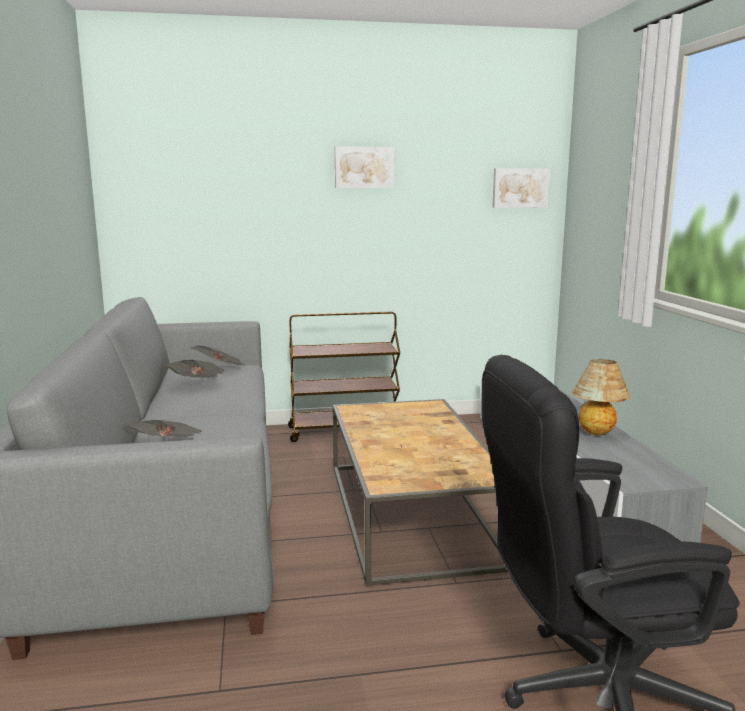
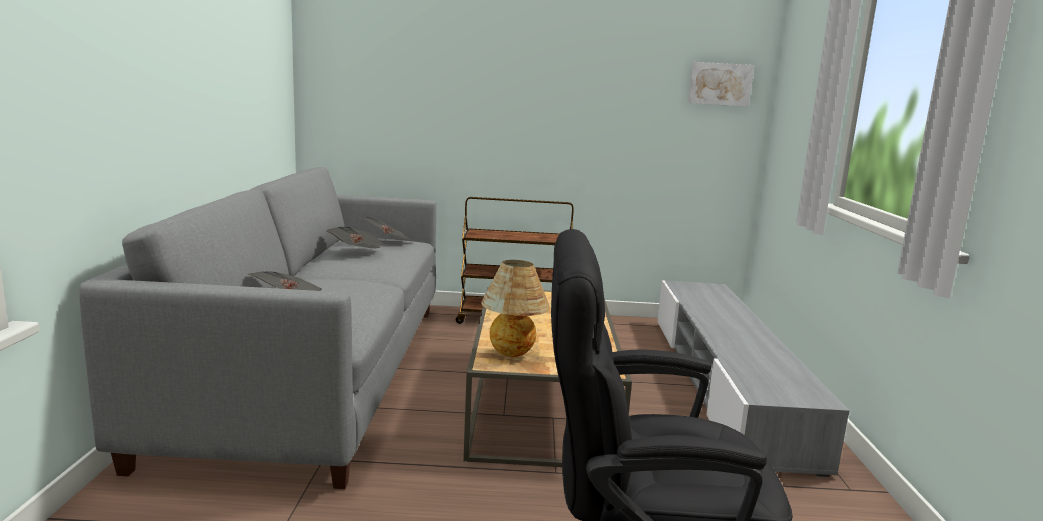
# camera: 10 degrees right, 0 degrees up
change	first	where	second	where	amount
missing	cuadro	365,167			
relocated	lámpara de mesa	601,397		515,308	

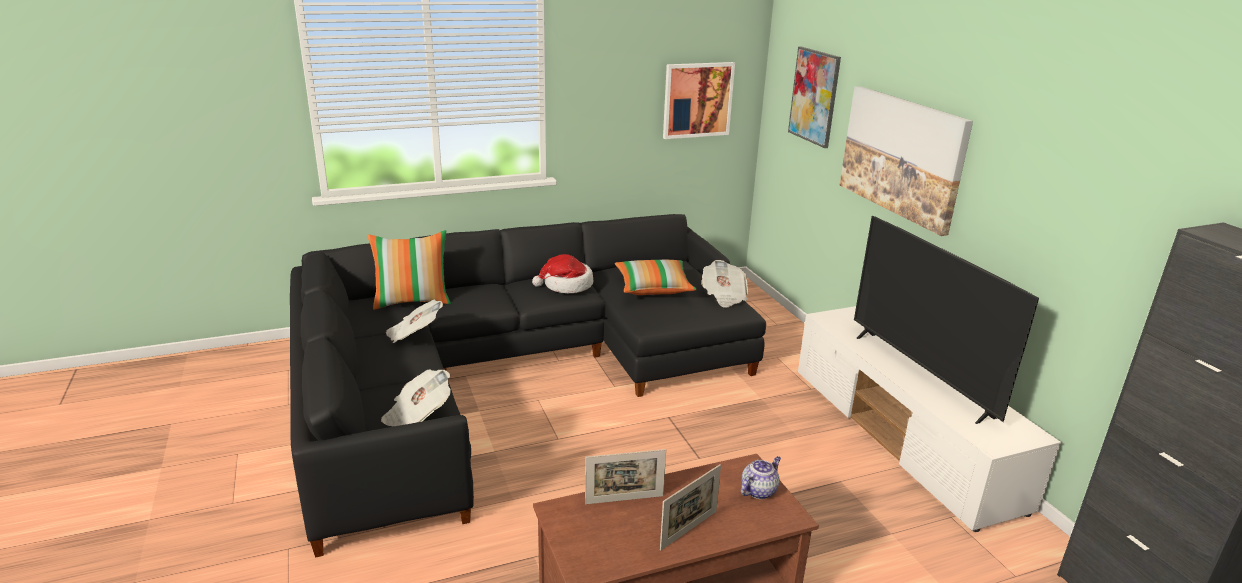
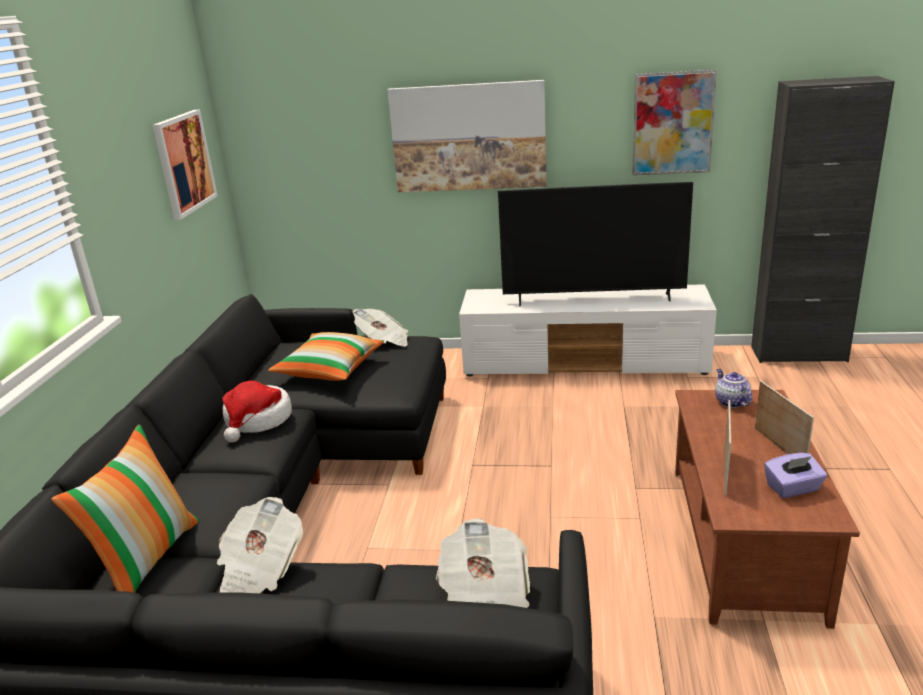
# camera: 60 degrees left, 0 degrees up
change	first	where	second	where	amount
relocated	cuadro	814,97		674,122	
appeared			caja de pañuelos (morado)	795,475	

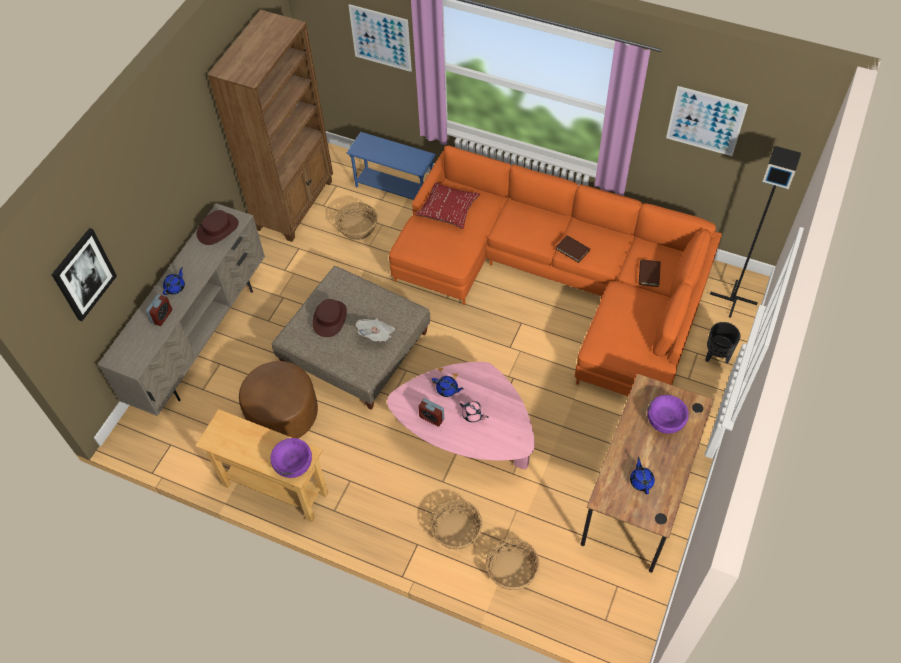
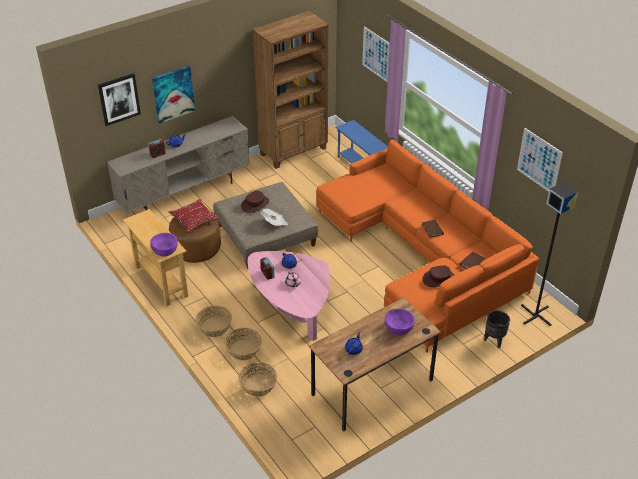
# camera: 30 degrees right, 15 degrees down
change	first	where	second	where	amount
relocated	sombrero (marrón)	217,227		439,276	
relocated	cesta	356,221		214,321	
relocated	cojín (rojo)	447,205		194,215	
appeared			cuadro	173,95	

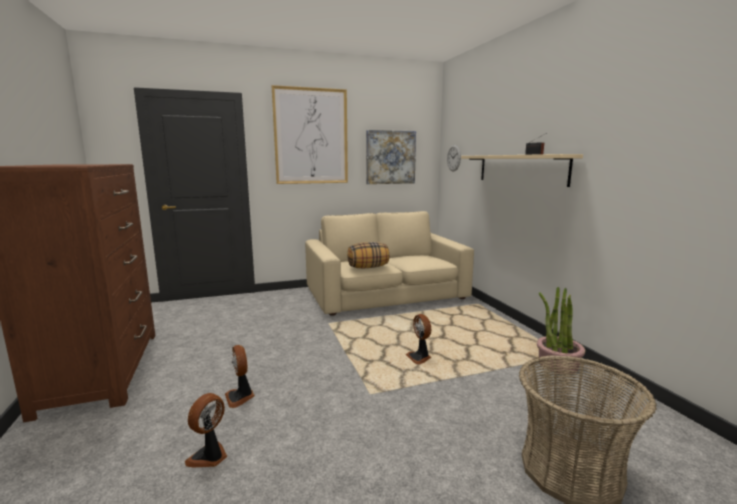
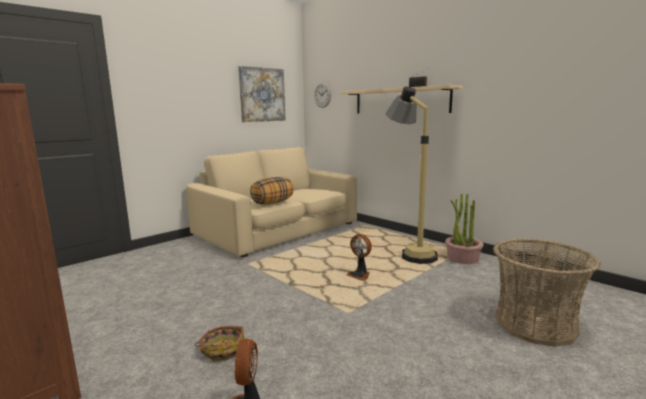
# camera: 25 degrees left, 0 degrees up
change	first	where	second	where	amount
exchanged	ventilador	240,376	cesta	219,343	
missing	cuadro	310,134			
appeared			lámpara de pie	412,175	

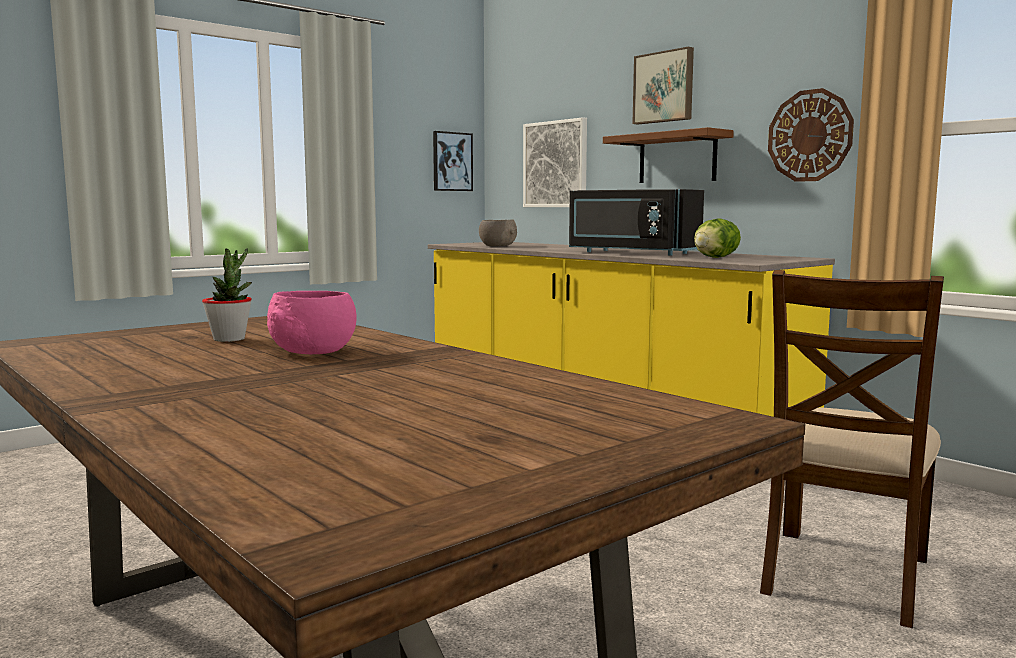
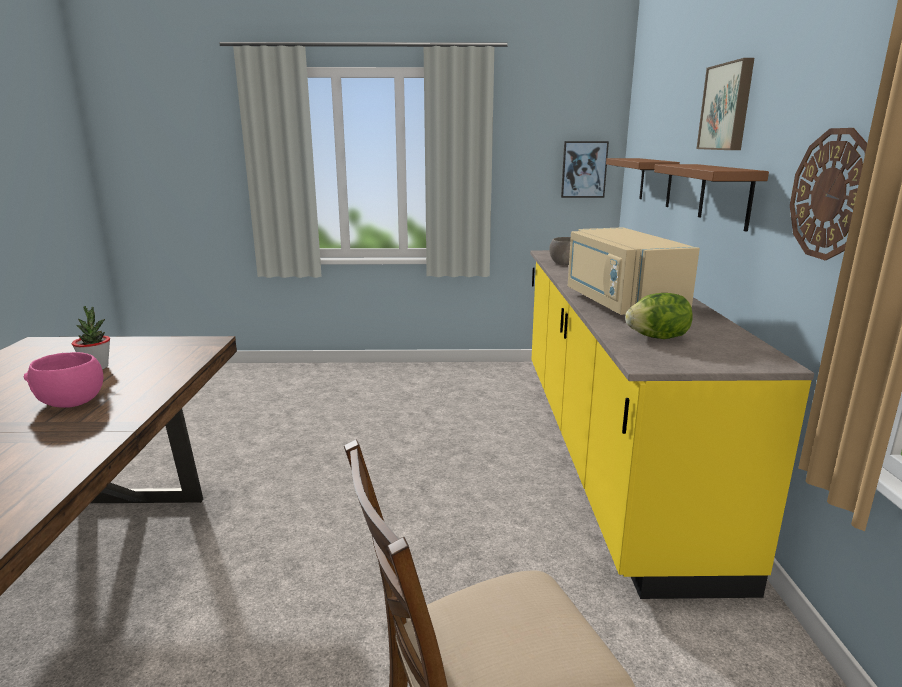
# camera: 40 degrees right, 10 degrees up
change	first	where	second	where	amount
exchanged	cuadro	555,162	estante (marrón)	643,182	
colour	microondas (negro)	636,222	microondas (beis)	634,271	

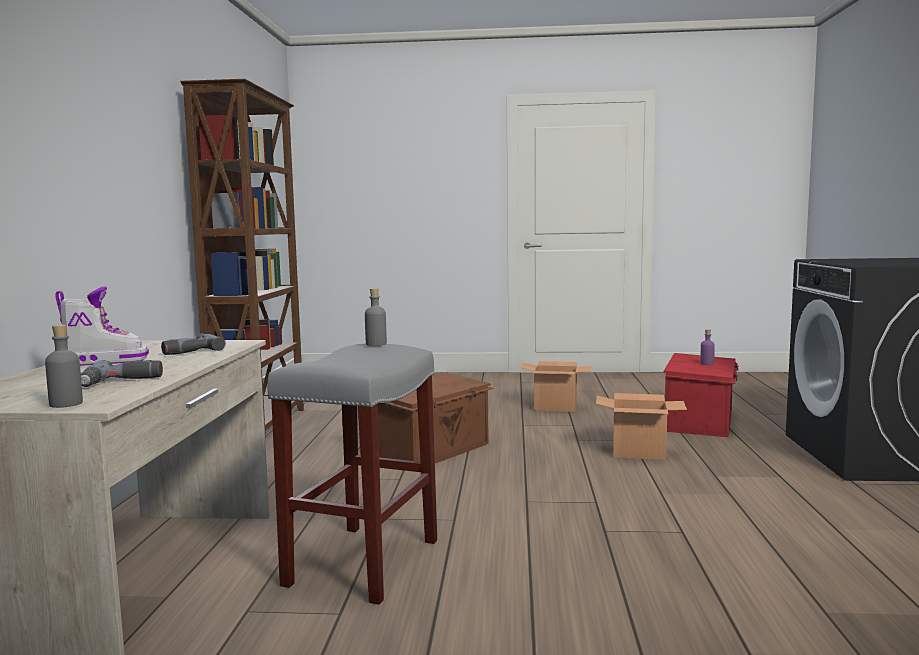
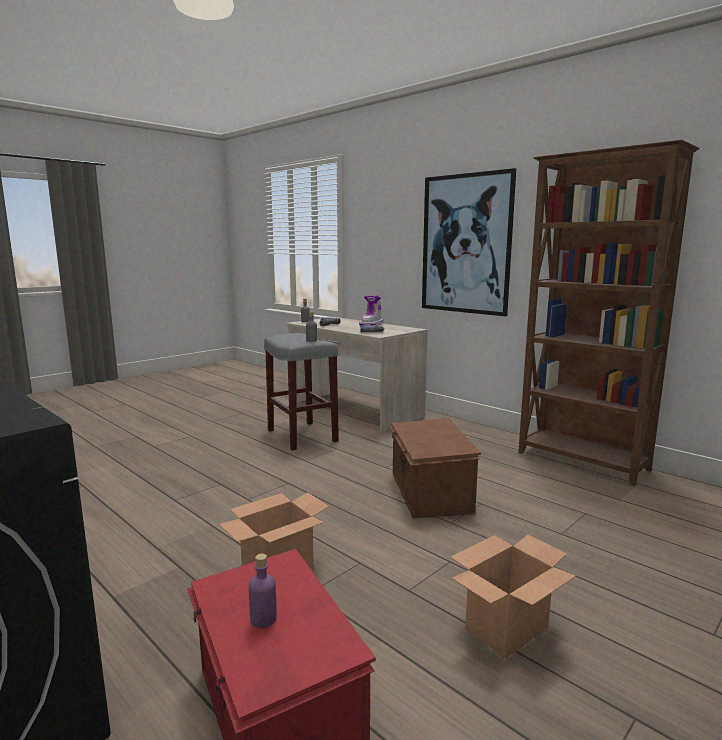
# camera: 130 degrees right, 5 degrees up
change	first	where	second	where	amount
appeared			cuadro	469,242	

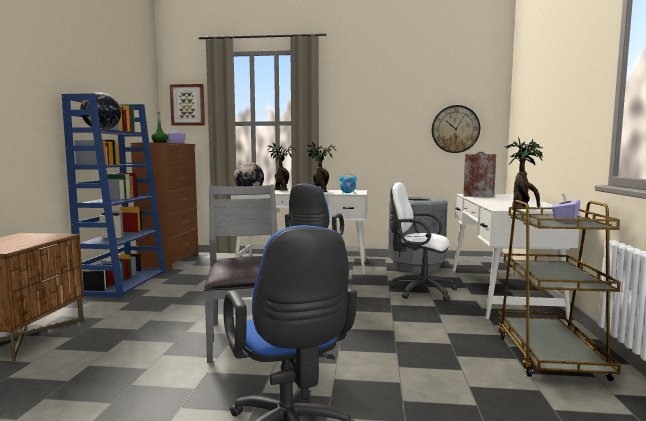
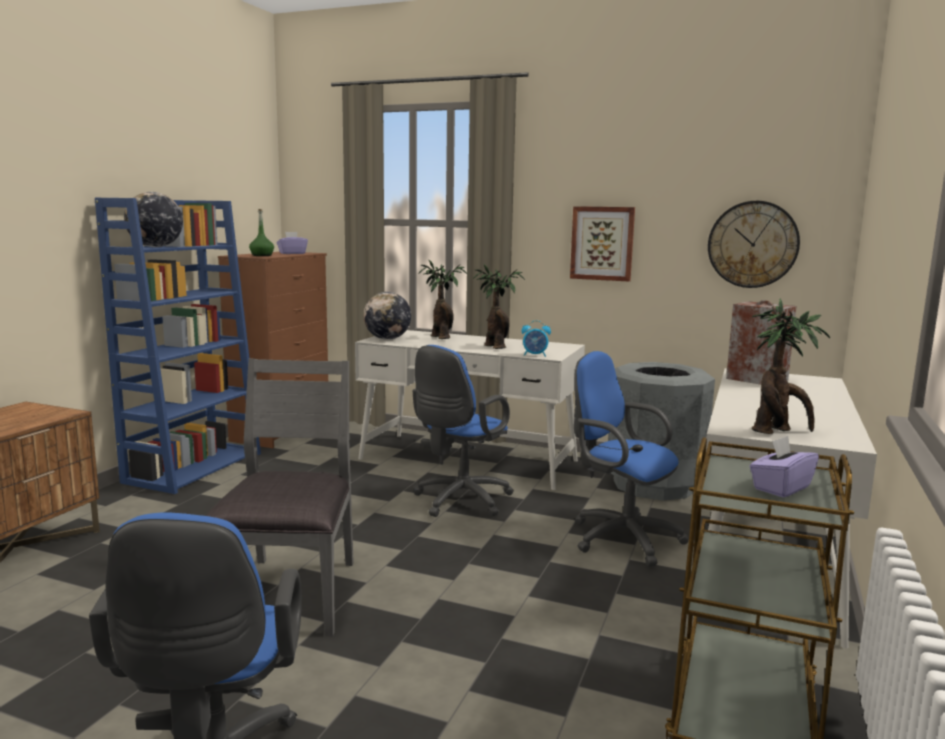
# camera: 15 degrees right, 5 degrees up
change	first	where	second	where	amount
relocated	cuadro	187,105		602,244	
colour	silla de oficina (blanco)	423,241	silla de oficina (azul)	631,459	

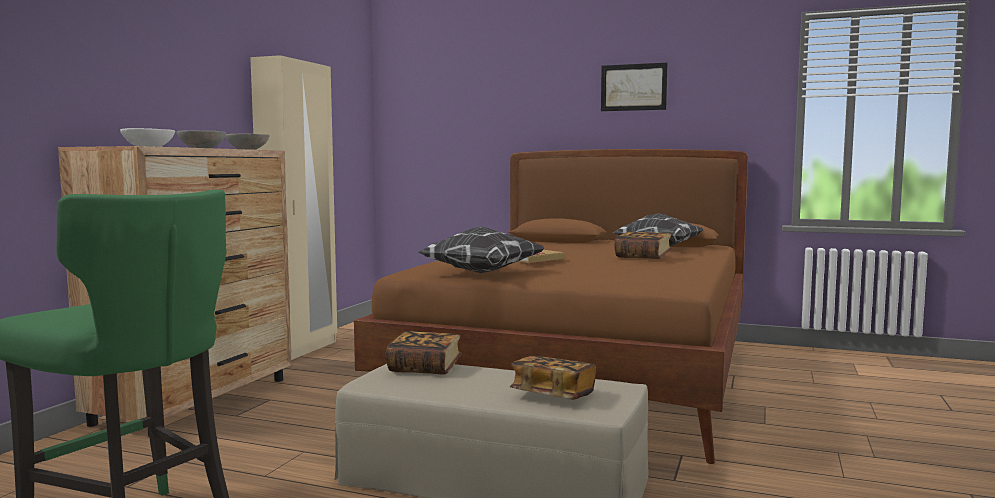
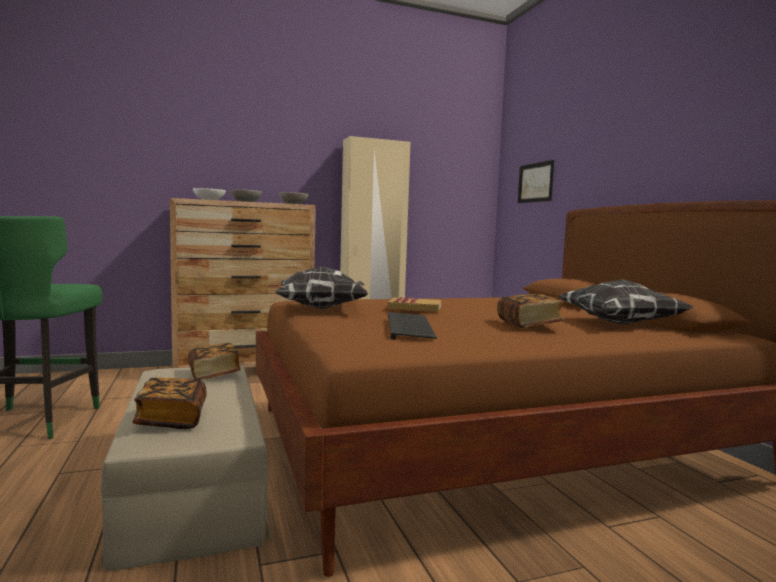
# camera: 50 degrees right, 0 degrees up
change	first	where	second	where	amount
relocated	cuadro	634,87		536,181	
appeared			teclado	412,326	

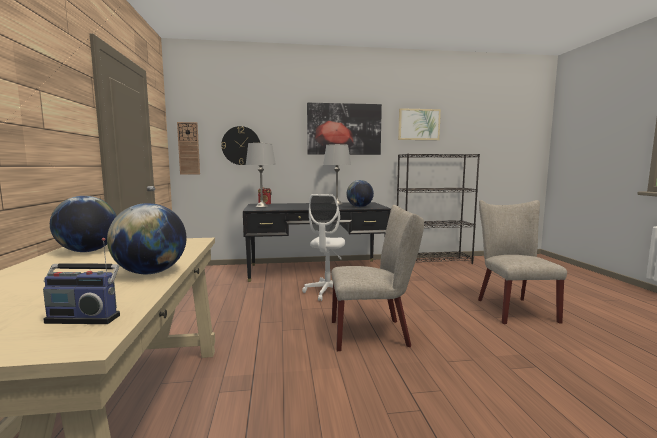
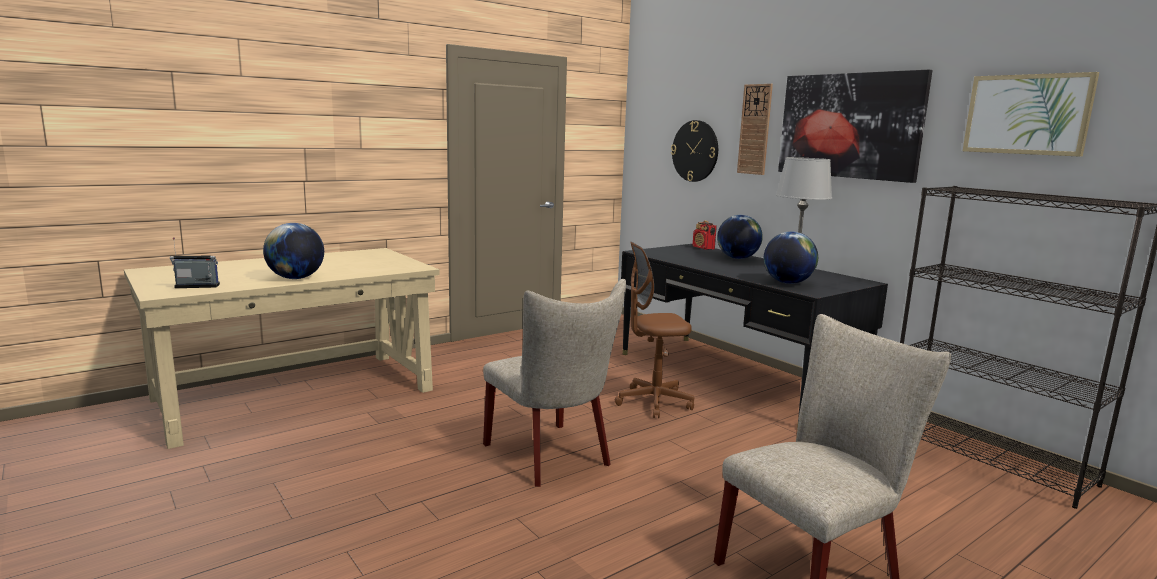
# camera: 60 degrees right, 5 degrees up
change	first	where	second	where	amount
spun	radio	81,281		195,262	105 degrees clockwise
relocated	globo terráqueo	83,224		740,237	
relocated	reloj de pared	188,148		755,129	
missing	lámpara de mesa (gris)	261,175			
colour	silla de oficina (blanco)	323,247	silla de oficina (marrón)	654,330	

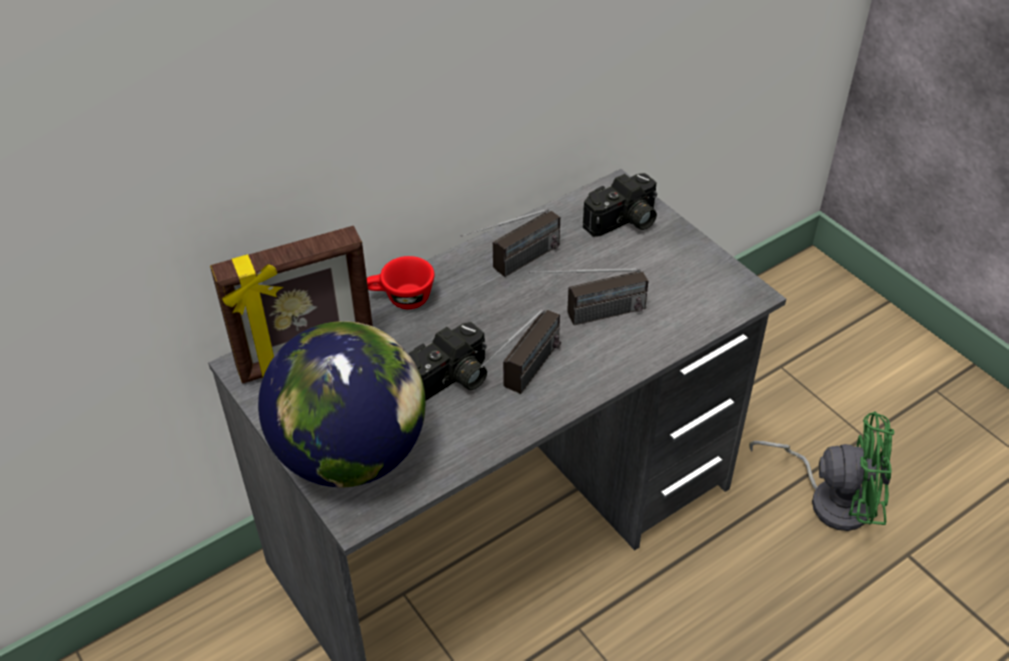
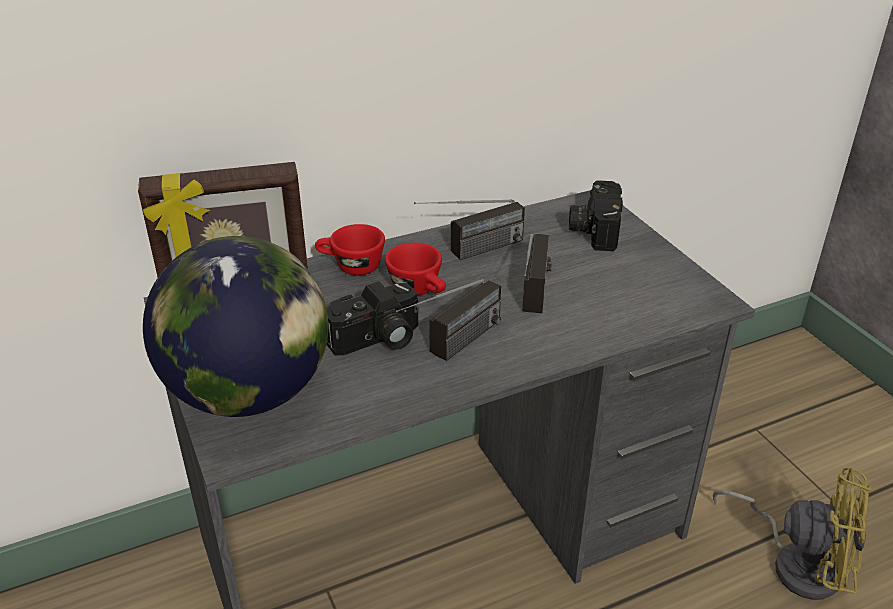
# camera: 10 degrees right, 10 degrees down
change	first	where	second	where	amount
spun	radio	588,296		537,273	75 degrees counterclockwise
spun	cámara	620,205		596,215	120 degrees clockwise
colour	ventilador (verde)	821,471	ventilador (amarillo)	792,534	
appeared			taza (rojo)	415,269	

